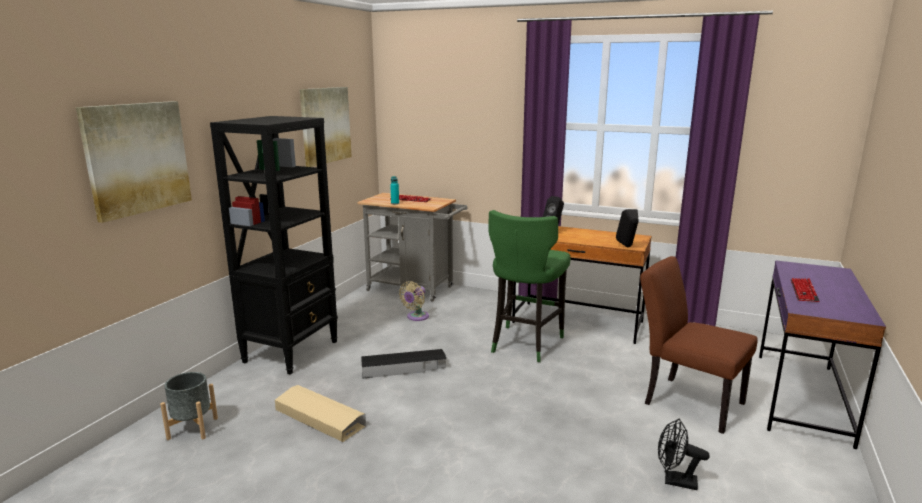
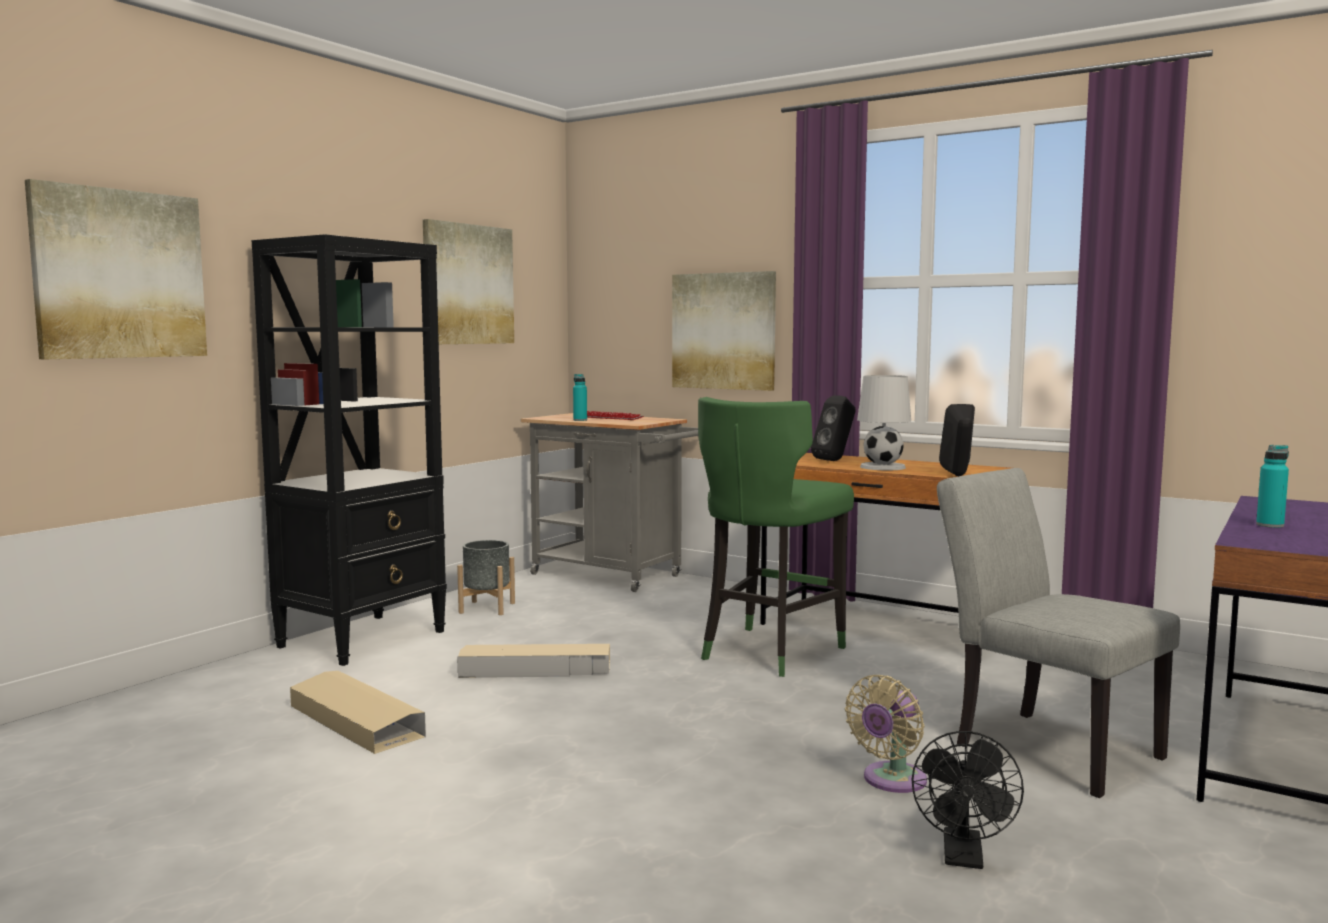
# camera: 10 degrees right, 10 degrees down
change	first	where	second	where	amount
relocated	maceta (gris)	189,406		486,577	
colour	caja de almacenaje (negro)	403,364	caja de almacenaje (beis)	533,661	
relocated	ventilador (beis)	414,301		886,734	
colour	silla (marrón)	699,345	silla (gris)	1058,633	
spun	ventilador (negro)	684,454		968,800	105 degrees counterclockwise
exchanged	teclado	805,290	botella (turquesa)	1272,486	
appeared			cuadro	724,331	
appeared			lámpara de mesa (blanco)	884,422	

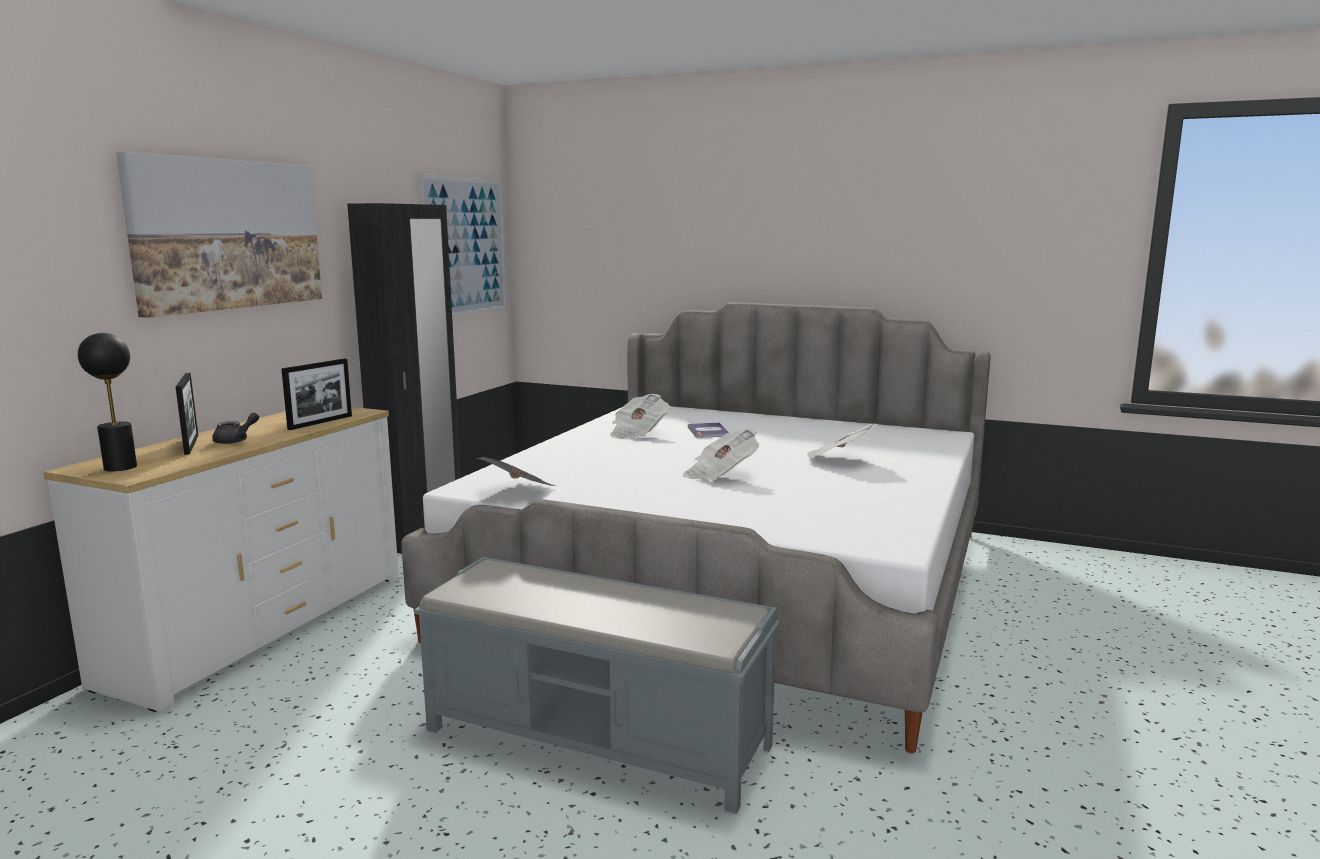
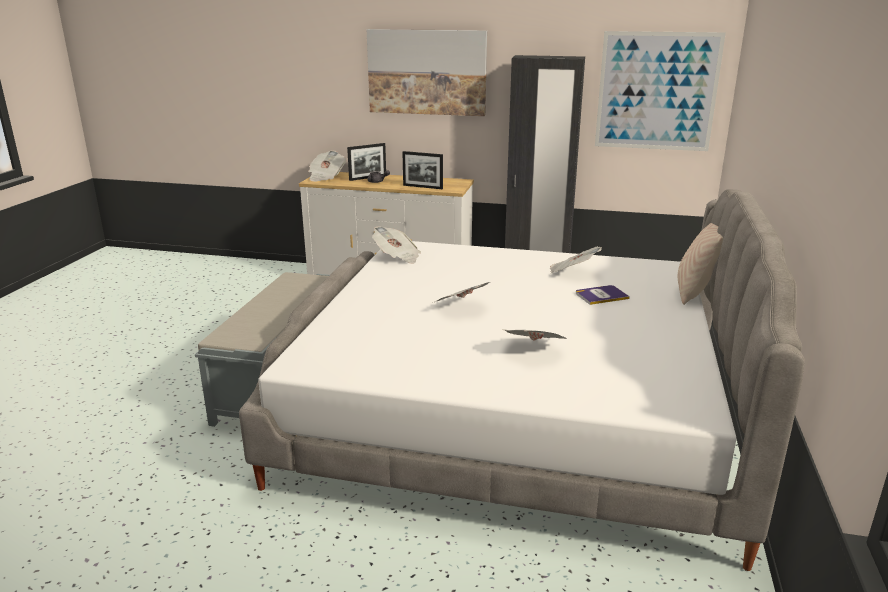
# camera: 80 degrees right, 10 degrees up
change	first	where	second	where	amount
exchanged	lámpara de mesa (negro)	107,402	periódico	327,166	
appeared			cojín (beis)	700,264	

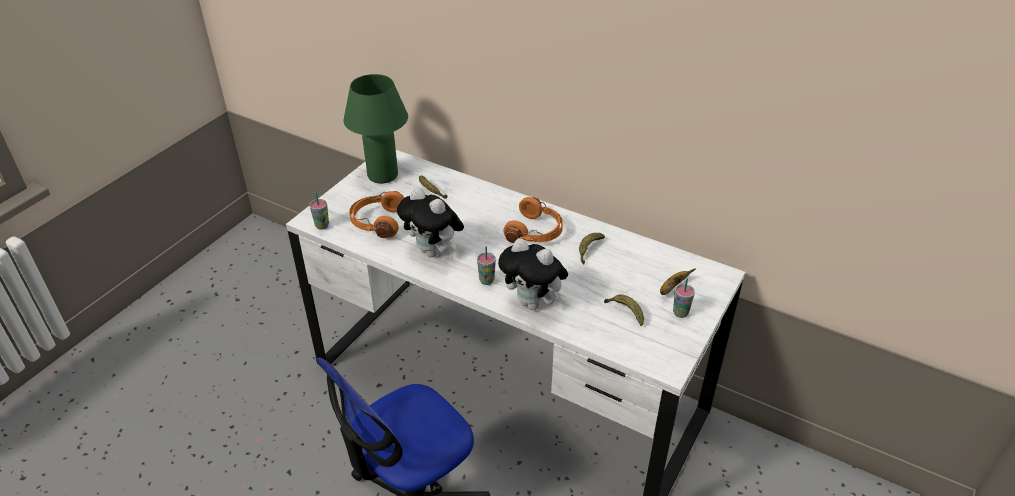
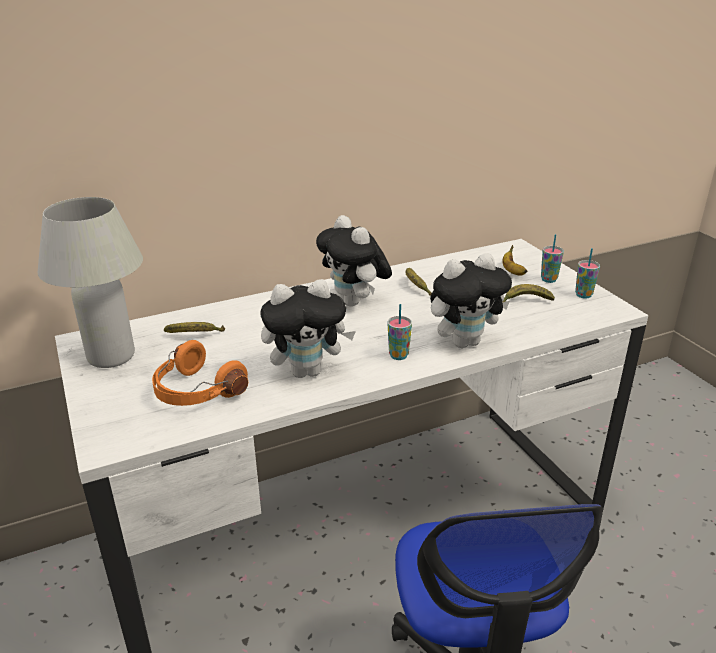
# camera: 55 degrees left, 10 degrees down
change	first	where	second	where	amount
relocated	taza	319,211		587,273	
colour	lámpara de mesa (verde)	375,129	lámpara de mesa (blanco)	90,282	
exchanged	auriculares (naranja)	533,220	peluche	354,260	

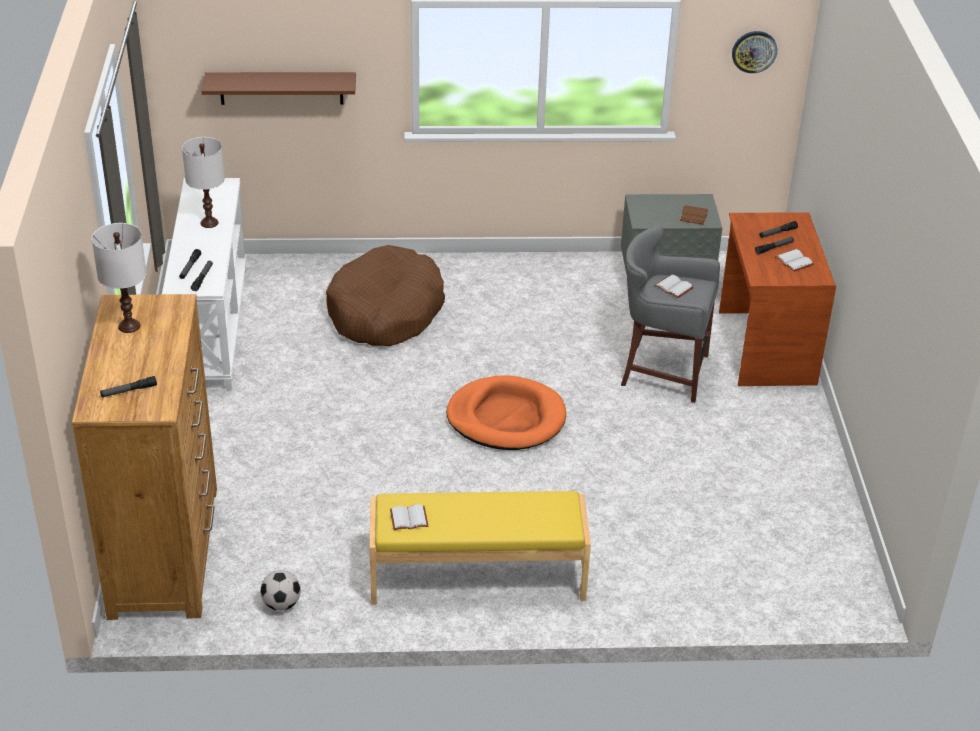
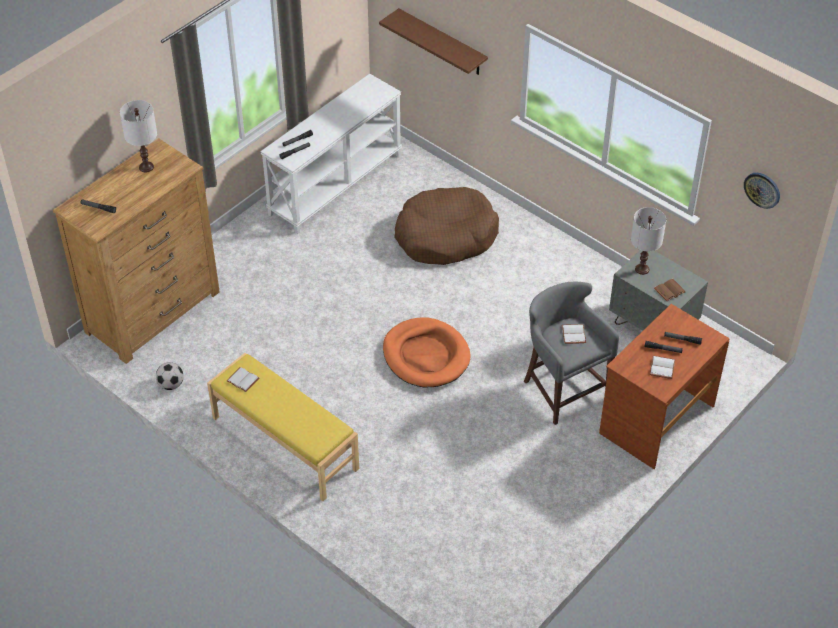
# camera: 45 degrees right, 10 degrees up
change	first	where	second	where	amount
relocated	lámpara de mesa (blanco)	203,182		648,241	

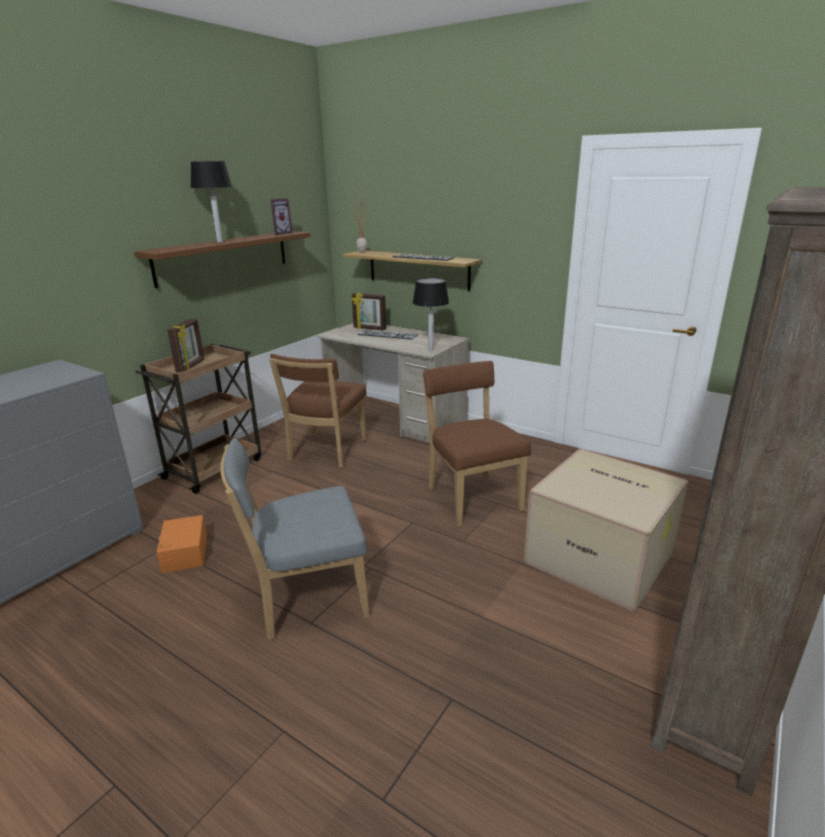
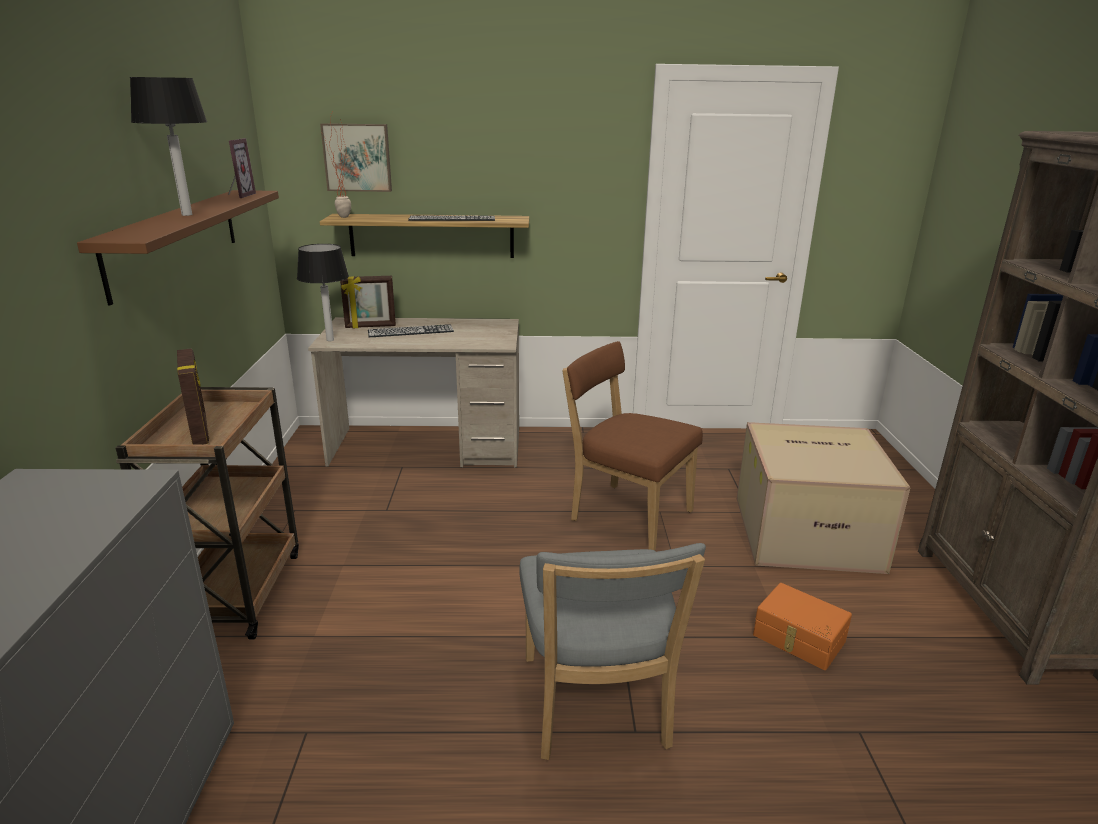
# camera: 35 degrees left, 0 degrees up
change	first	where	second	where	amount
relocated	caja de almacenaje (naranja)	182,544		802,626	
spun	silla (gris)	295,539		613,651	45 degrees counterclockwise
missing	silla (marrón)	318,411			
relocated	lámpara de mesa	431,314		323,292	
appeared			cuadro	356,157	

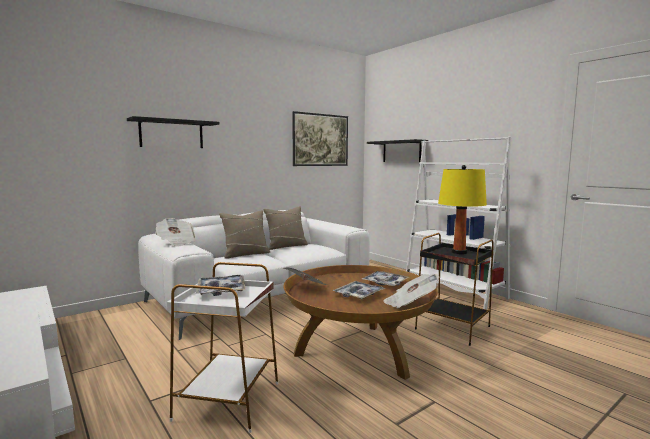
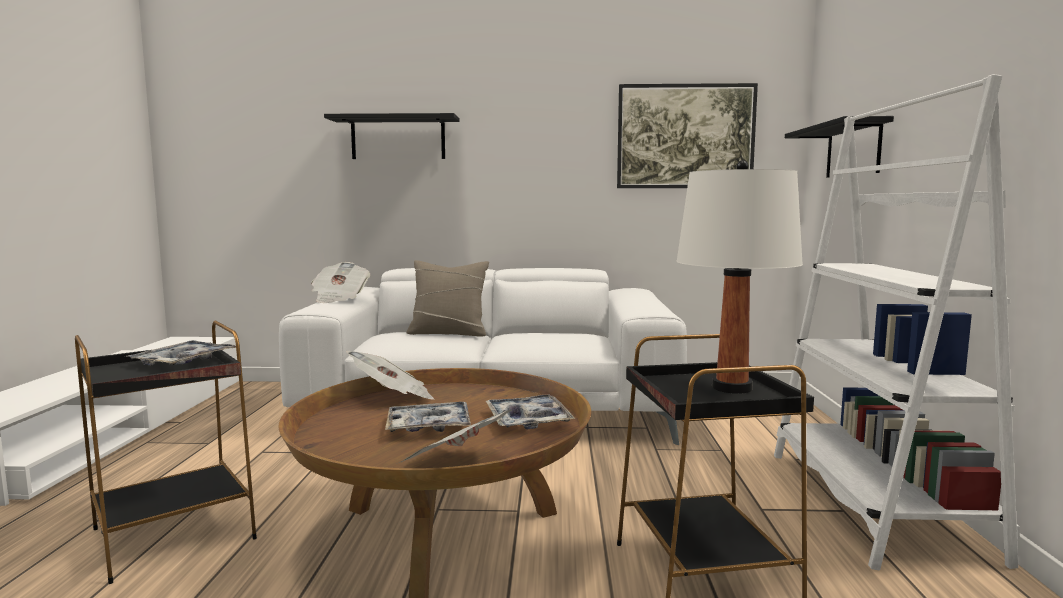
# camera: 40 degrees right, 0 degrees up
change	first	where	second	where	amount
colour	mesa auxiliar (blanco)	222,347	mesa auxiliar (negro)	166,452	
missing	cojín (beis)	285,228			
colour	lámpara de mesa (amarillo)	462,209	lámpara de mesa (blanco)	739,277	

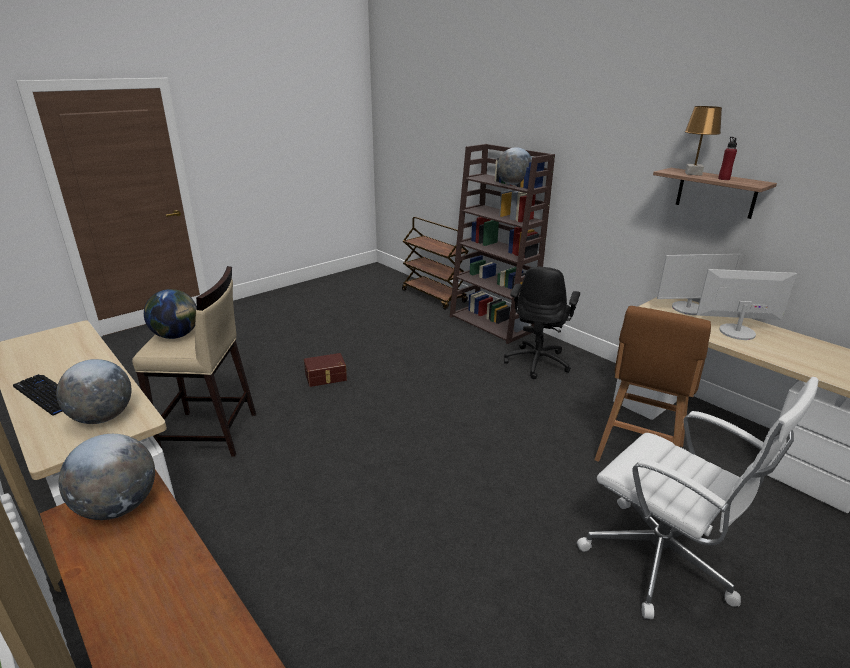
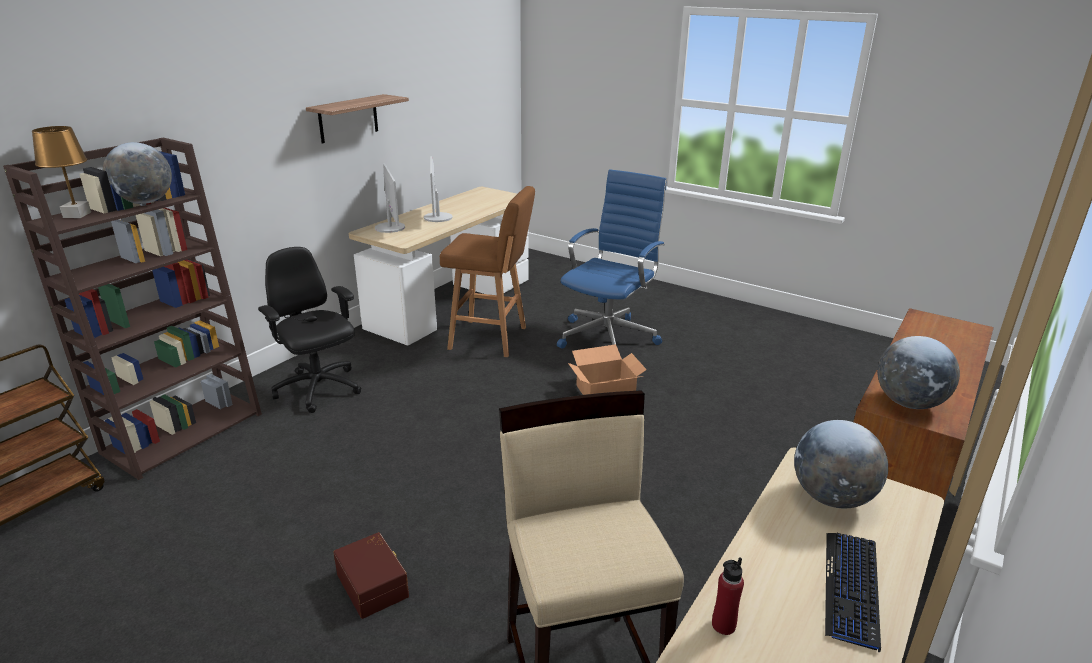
# camera: 105 degrees left, 0 degrees up
change	first	where	second	where	amount
missing	globo terráqueo	170,314			
spun	silla de oficina (negro)	542,323		310,330	135 degrees counterclockwise
colour	silla de oficina (blanco)	697,498	silla de oficina (azul)	611,259	
relocated	lámpara de mesa (marrón)	703,140		61,172	
relocated	botella (rojo)	727,158		728,596	
appeared			caja de cartón	607,369	

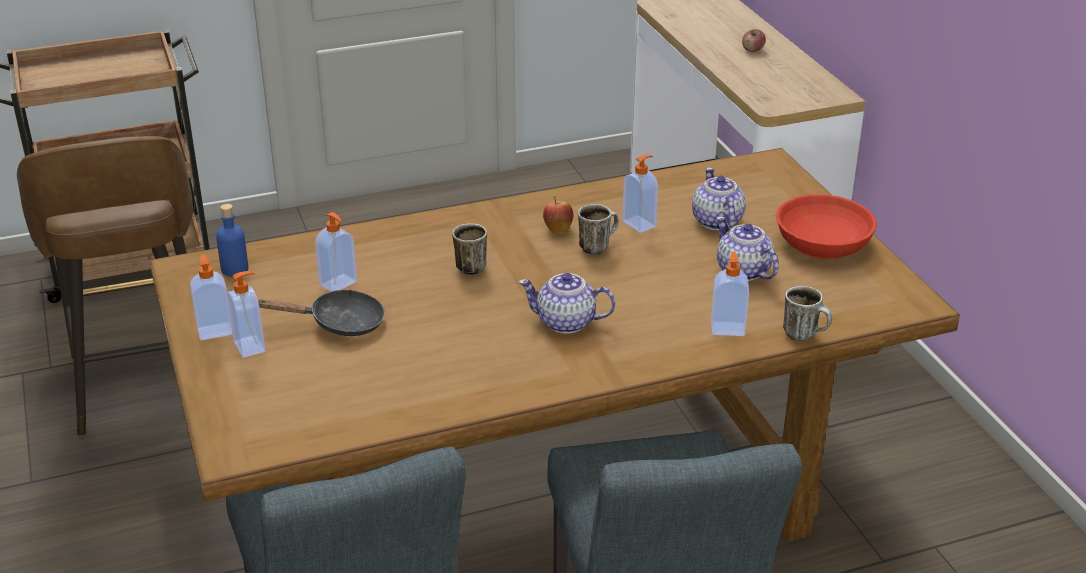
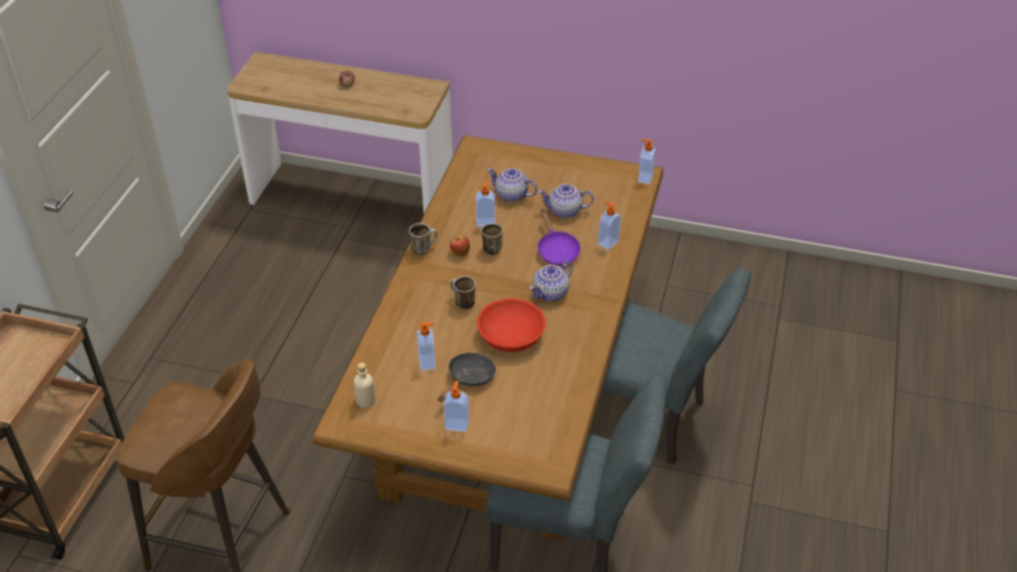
# camera: 55 degrees left, 10 degrees up
change	first	where	second	where	amount
relocated	dispensador de jabón	211,297		647,161	
colour	botella (azul)	232,240	botella (beis)	364,385	
relocated	cuenco (rojo)	826,226		511,325	
relocated	taza grande	807,313		423,239	
appeared			sartén (morado)	559,237	

